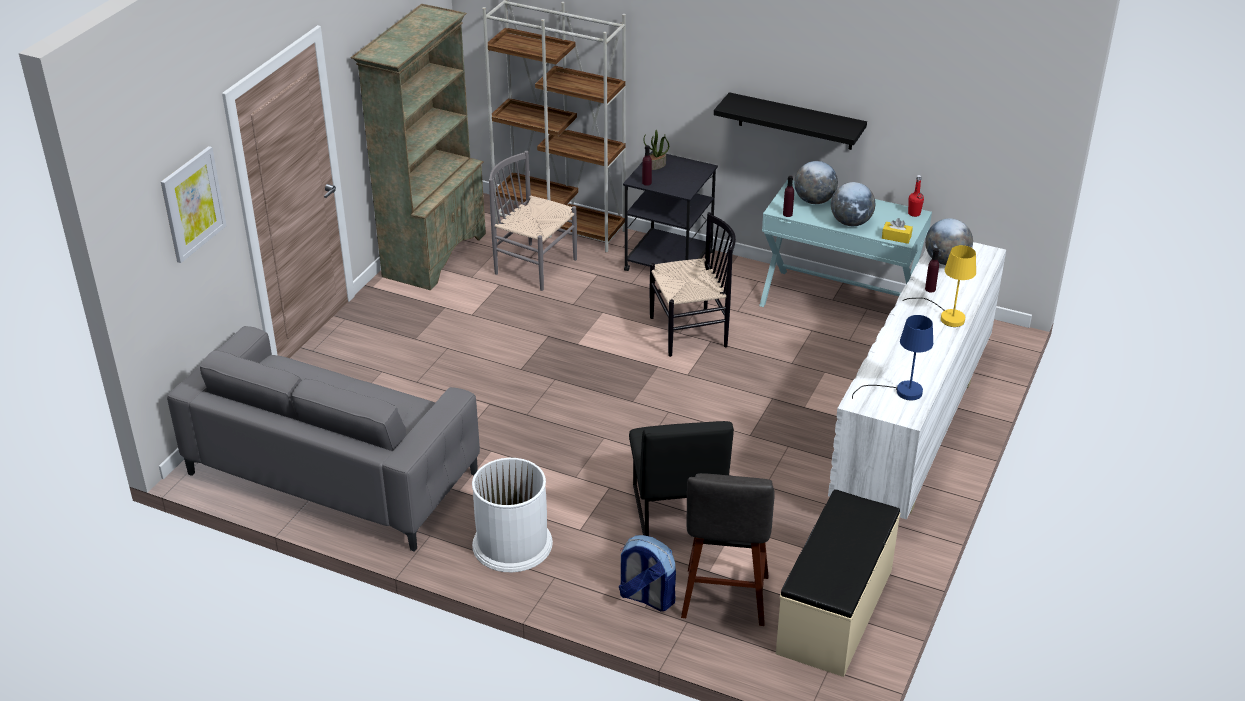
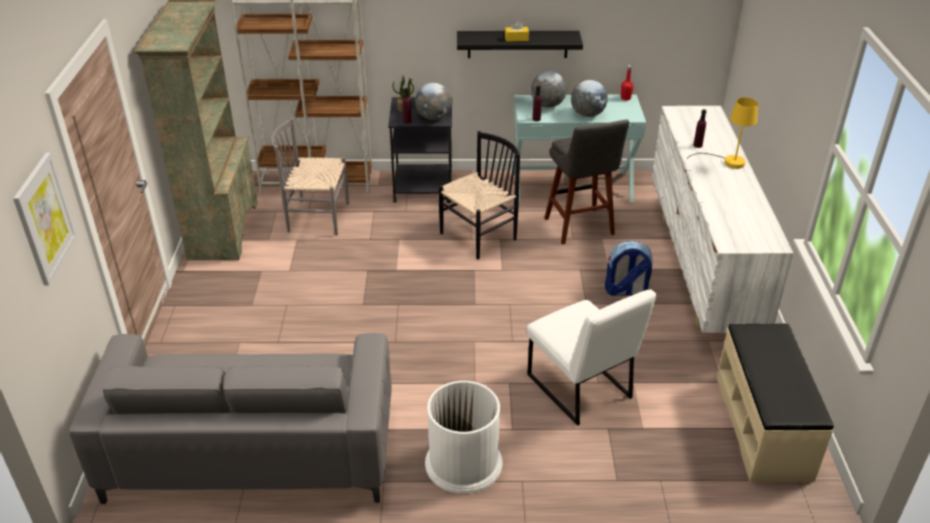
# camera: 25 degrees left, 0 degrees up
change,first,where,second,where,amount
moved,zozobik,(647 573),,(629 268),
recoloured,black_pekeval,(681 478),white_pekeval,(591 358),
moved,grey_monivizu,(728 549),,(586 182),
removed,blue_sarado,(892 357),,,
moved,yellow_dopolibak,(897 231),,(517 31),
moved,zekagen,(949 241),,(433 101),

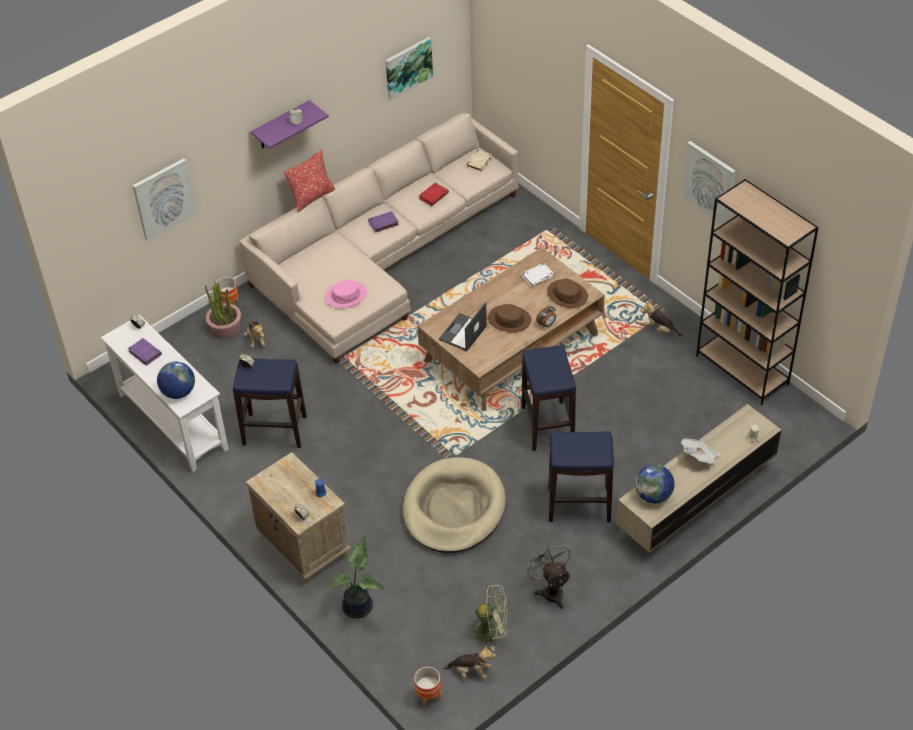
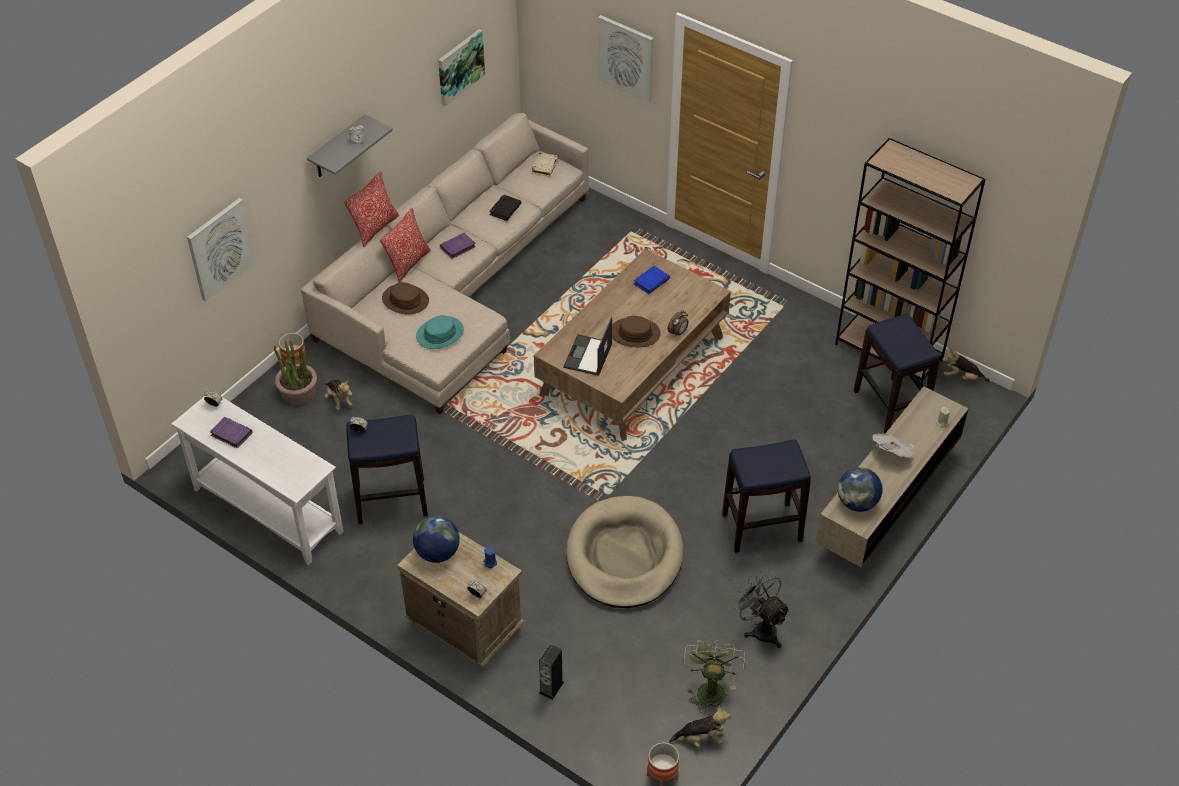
# camera: 15 degrees left, 0 degrees up
change,first,where,second,where,amount
moved,zekagen,(176 380),,(436 539),
recoloured,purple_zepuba,(290 124),grey_zepuba,(350 145),
recoloured,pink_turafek,(346 294),turquoise_turafek,(440 332),
replaced,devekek,(356 576),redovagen,(551 672),
recoloured,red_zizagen,(434 194),black_zizagen,(505 207),
turned,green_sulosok,(487 617),,(714 676),75 degrees counterclockwise
moved,monivizu,(548 398),,(897 374),
recoloured,white_zizagen,(538 275),blue_zizagen,(652 280),
moved,brown_turafek,(567 293),,(405 298),
moved,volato,(661 318),,(966 364),
moved,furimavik,(709 183),,(626 59),
added,,,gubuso,(405 245),

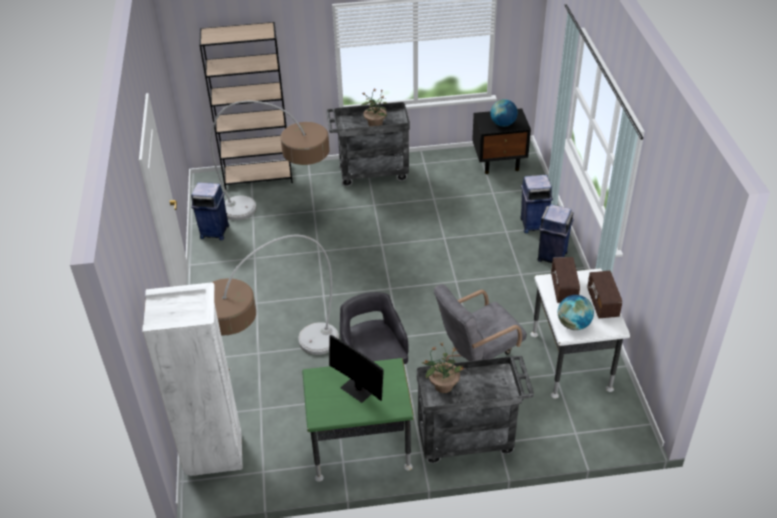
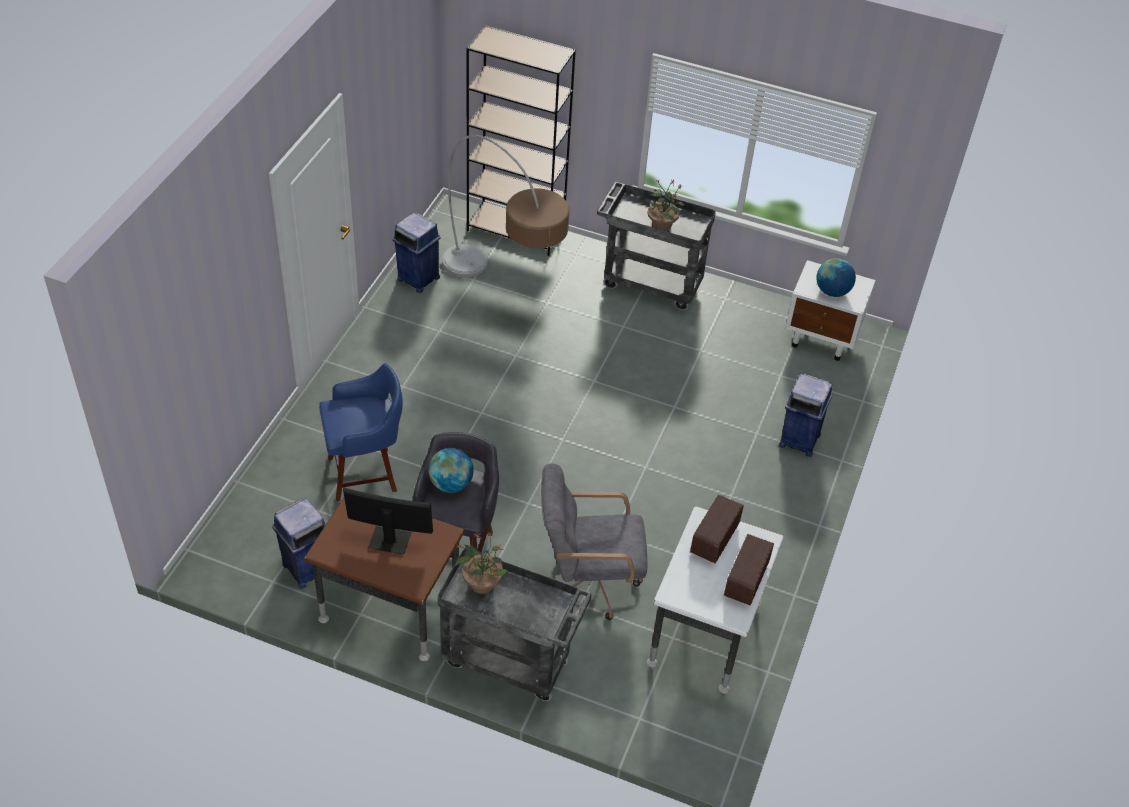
# camera: 25 degrees right, 5 degrees up
change,first,where,second,where,amount
removed,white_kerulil,(192 379),,,
replaced,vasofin,(275 295),blue_monivizu,(361 432),
recoloured,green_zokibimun,(358 420),brown_zokibimun,(384 579),
turned,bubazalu,(356 369),,(388 520),120 degrees clockwise
recoloured,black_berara,(501 141),white_berara,(830 310),
moved,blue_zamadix,(555 233),,(298 543),
moved,zekagen,(576 312),,(451 470),

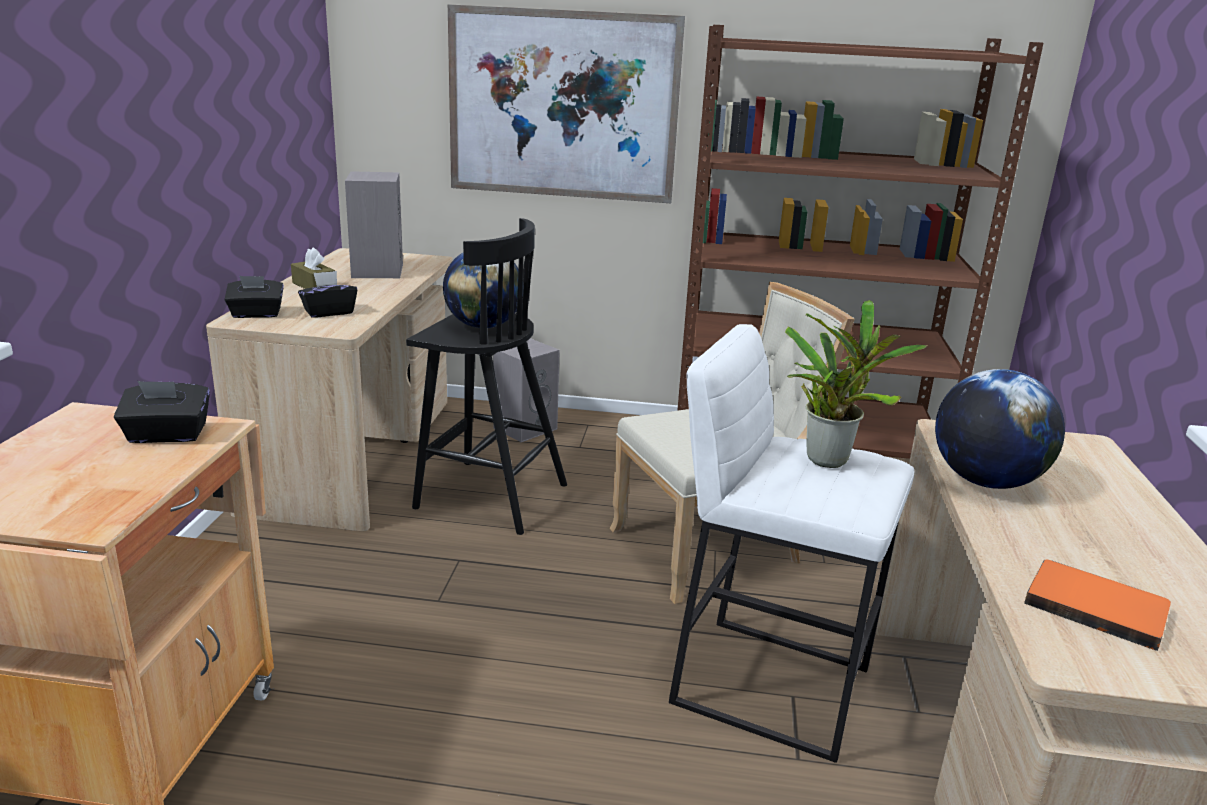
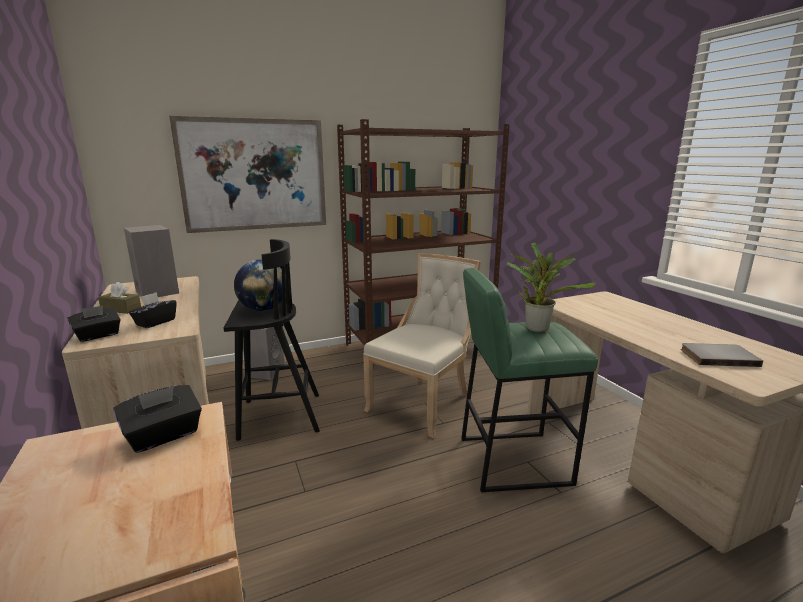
# camera: 30 degrees left, 5 degrees down
change,first,where,second,where,amount
recoloured,white_monivizu,(791 543),green_monivizu,(529 380),
removed,zekagen,(1000 429),,,
recoloured,orange_zizagen,(1097 605),grey_zizagen,(722 355),

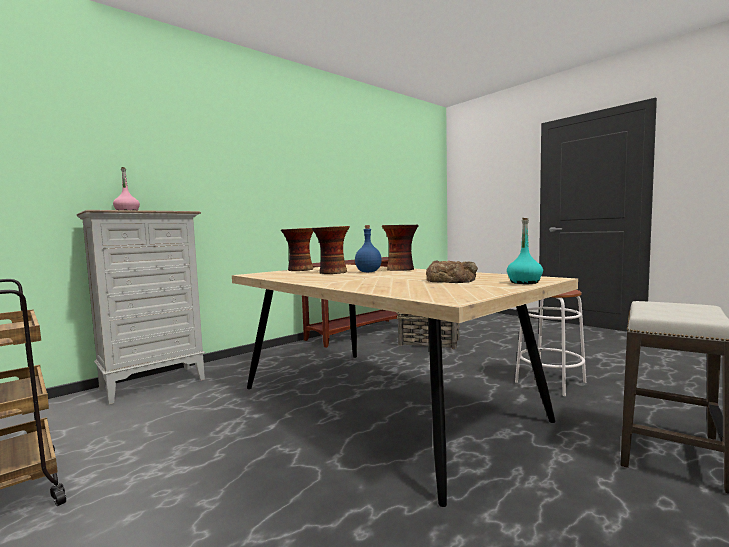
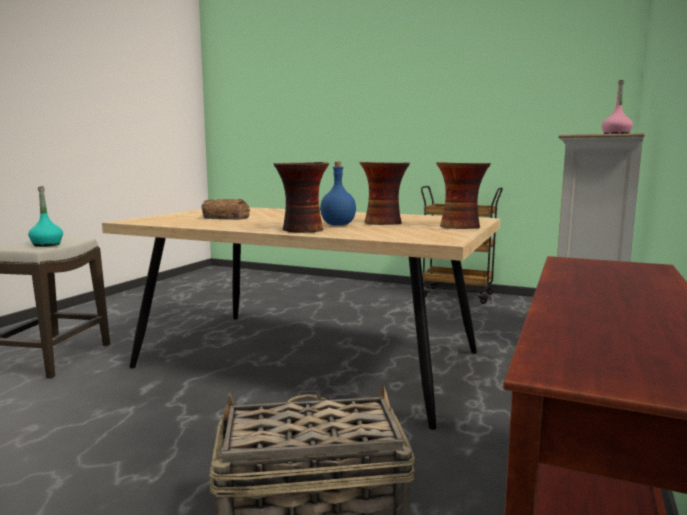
# camera: 155 degrees right, 5 degrees up
change,first,where,second,where,amount
moved,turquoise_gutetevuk,(525 251),,(45 216),
removed,white_monivizu,(550 343),,,

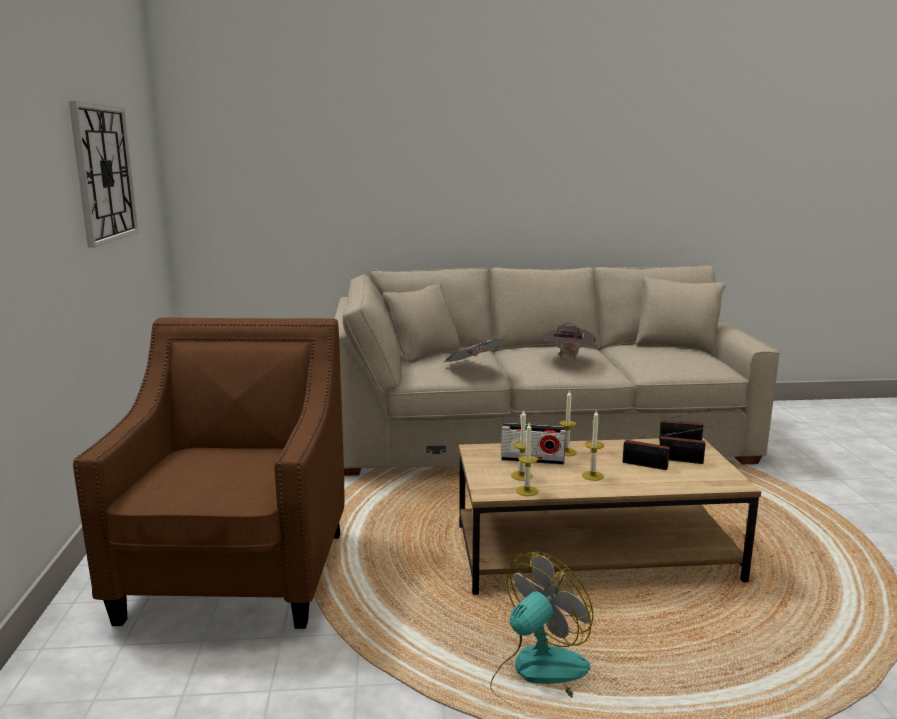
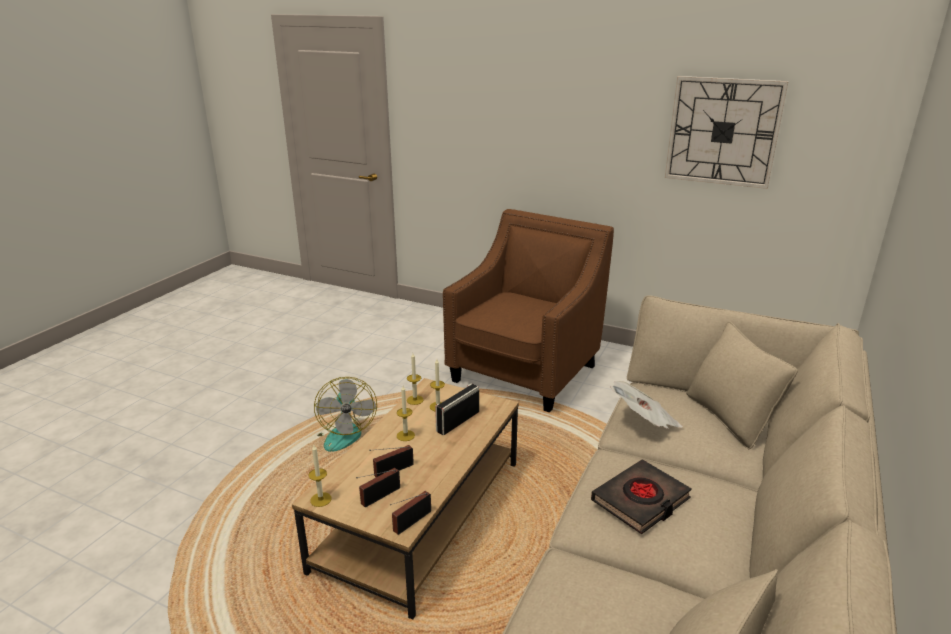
# camera: 120 degrees right, 10 degrees up
change,first,where,second,where,amount
turned,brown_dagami,(208 473),,(528 311),90 degrees counterclockwise
replaced,brown_turafek,(568 341),black_zizagen,(641 496),
moved,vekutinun,(568 423),,(320 476),

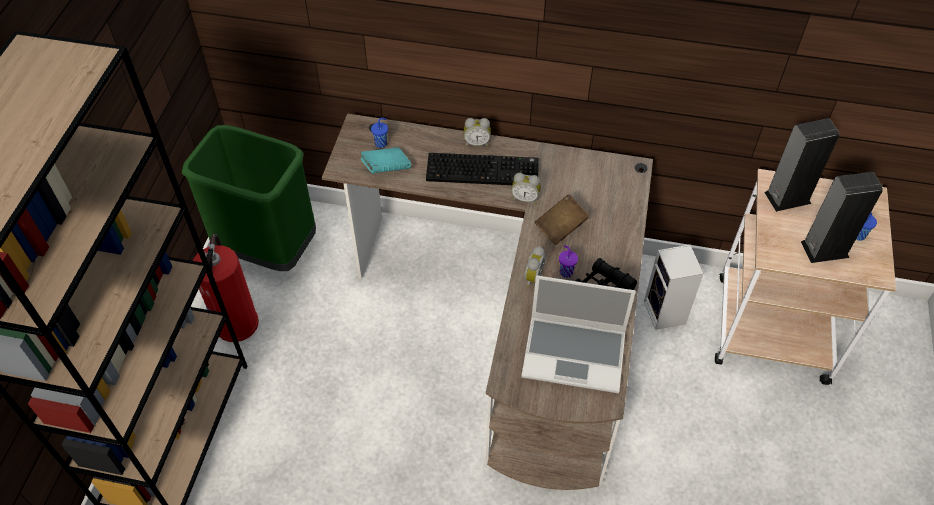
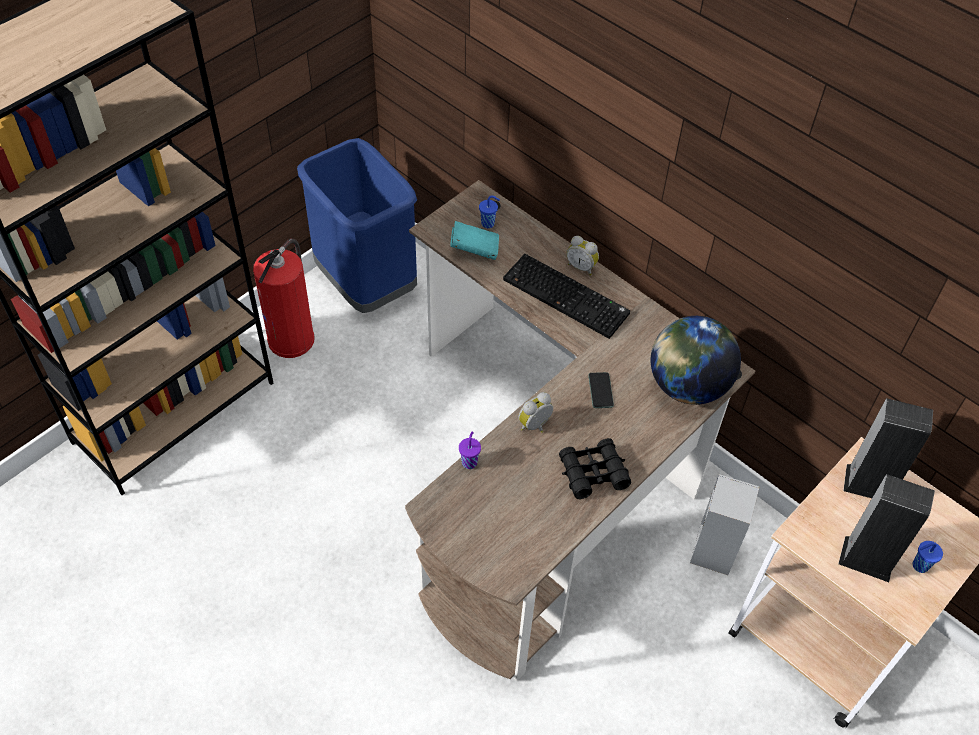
# camera: 30 degrees right, 0 degrees up
change,first,where,second,where,amount
recoloured,green_zamadix,(249 198),blue_zamadix,(357 225),
removed,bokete,(526 188),,,
removed,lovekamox,(578 334),,,
replaced,brown_zizagen,(562 219),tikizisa,(601 390),
moved,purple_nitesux,(568 261),,(470 450),
added,,,zekagen,(696 360),

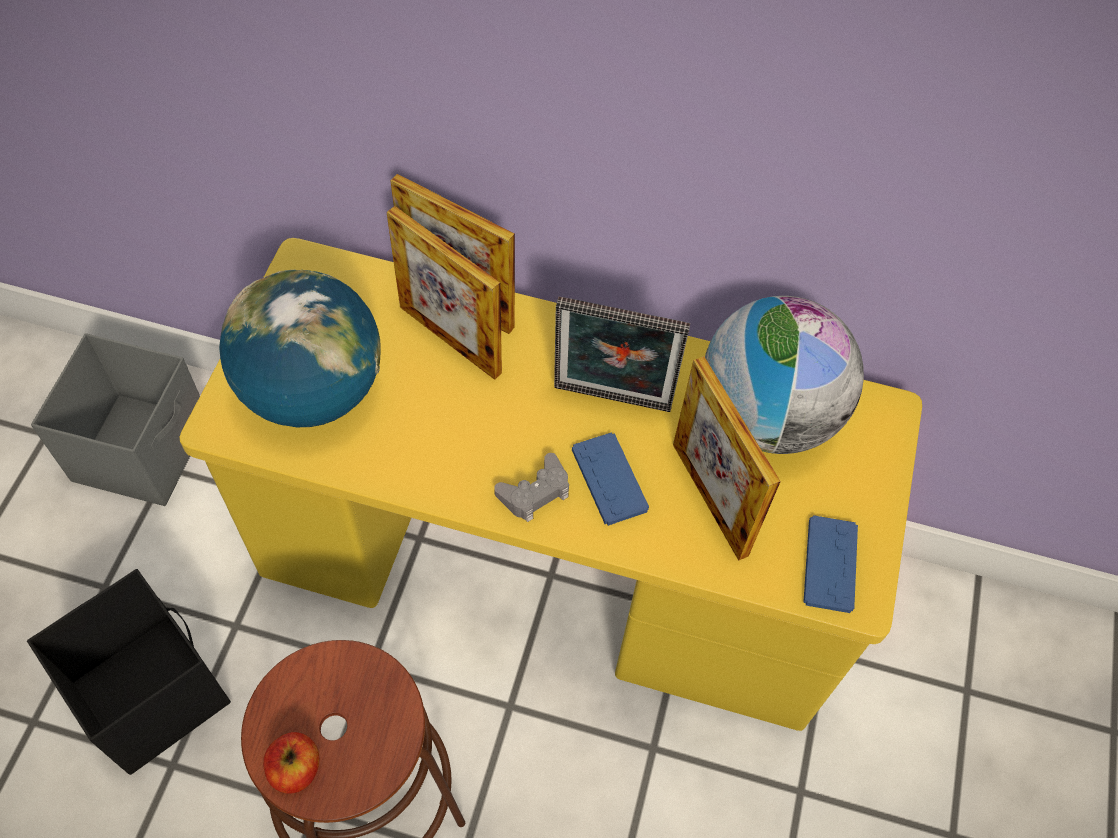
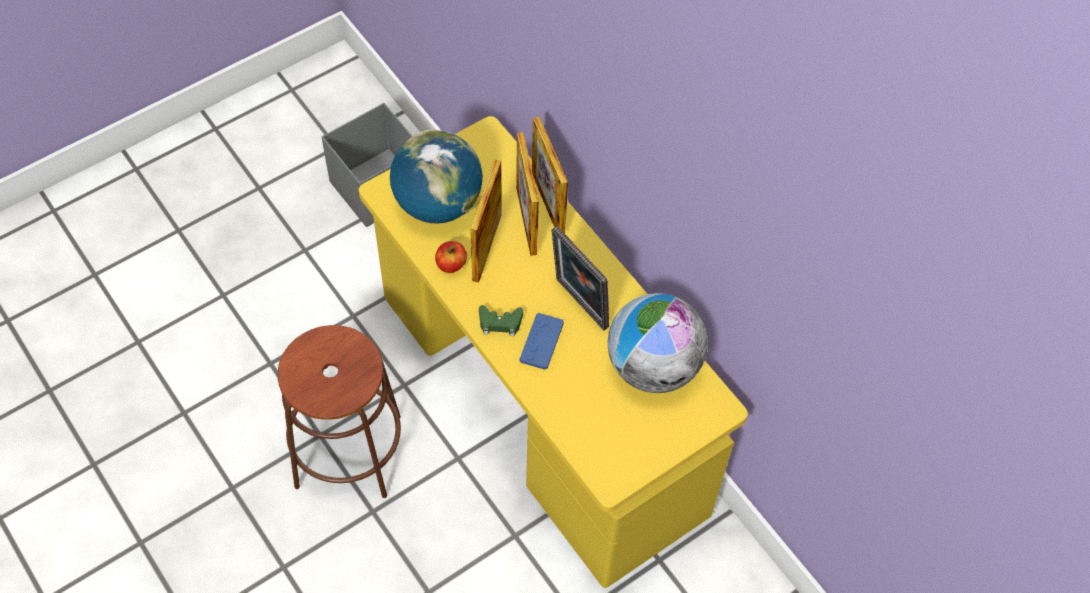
# camera: 40 degrees right, 0 degrees up
change,first,where,second,where,amount
removed,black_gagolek,(129 672),,,
moved,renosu,(291 763),,(451 257),
recoloured,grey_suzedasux,(531 487),green_suzedasux,(501 320),
moved,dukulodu,(727 458),,(486 221),
removed,blue_suzedasux,(830 564),,,

